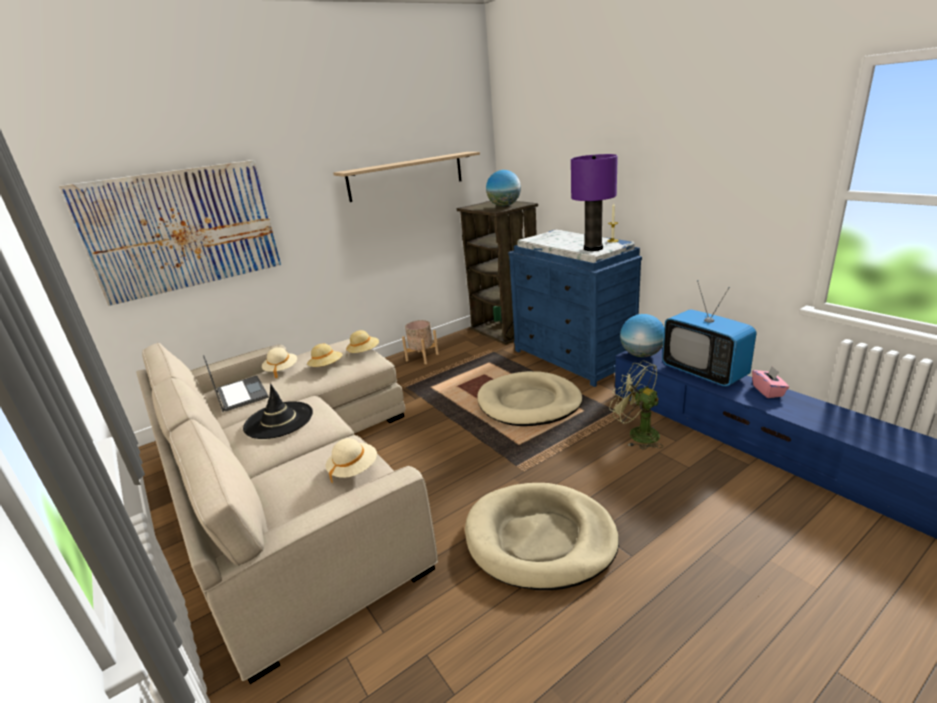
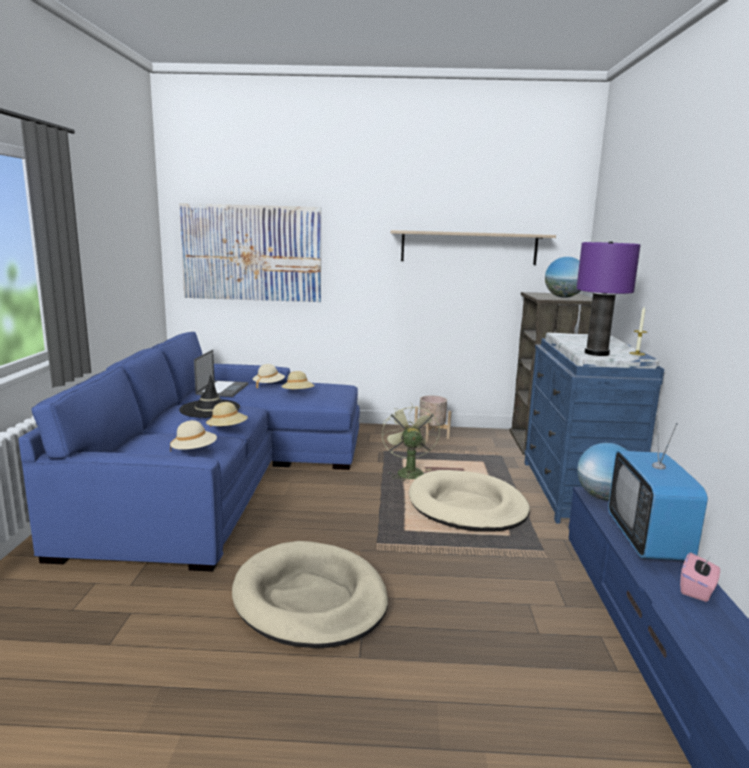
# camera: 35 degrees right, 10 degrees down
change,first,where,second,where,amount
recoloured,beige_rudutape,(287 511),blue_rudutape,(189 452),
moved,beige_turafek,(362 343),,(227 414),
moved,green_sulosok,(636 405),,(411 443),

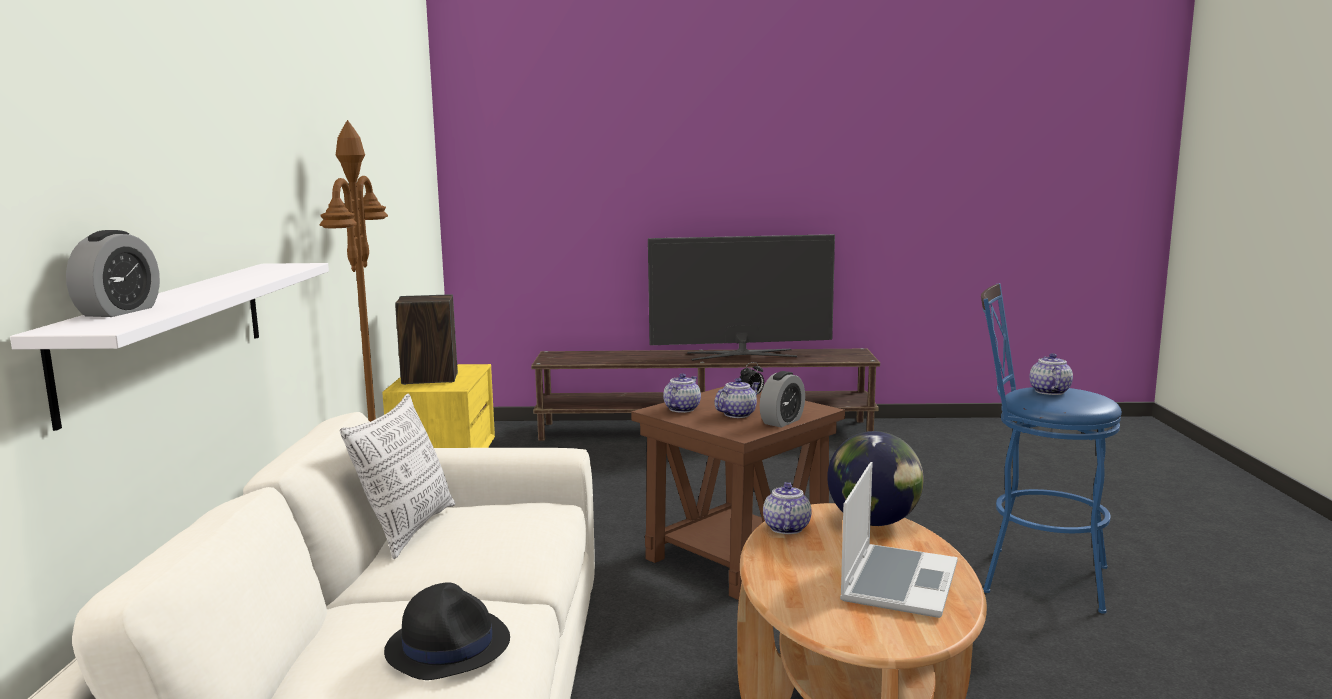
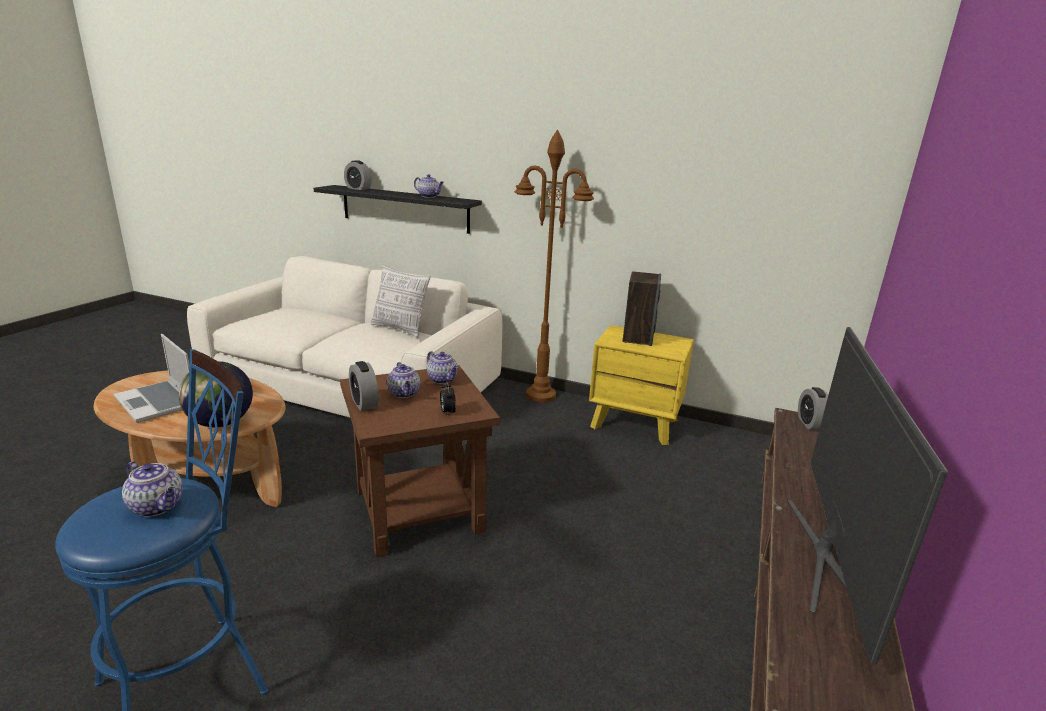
# camera: 110 degrees right, 10 degrees up
change,first,where,second,where,amount
recoloured,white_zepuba,(169 347),black_zepuba,(398 209),
removed,black_turafek,(447 631),,,
moved,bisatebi,(787 508),,(429 186),
added,,,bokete,(813 408),

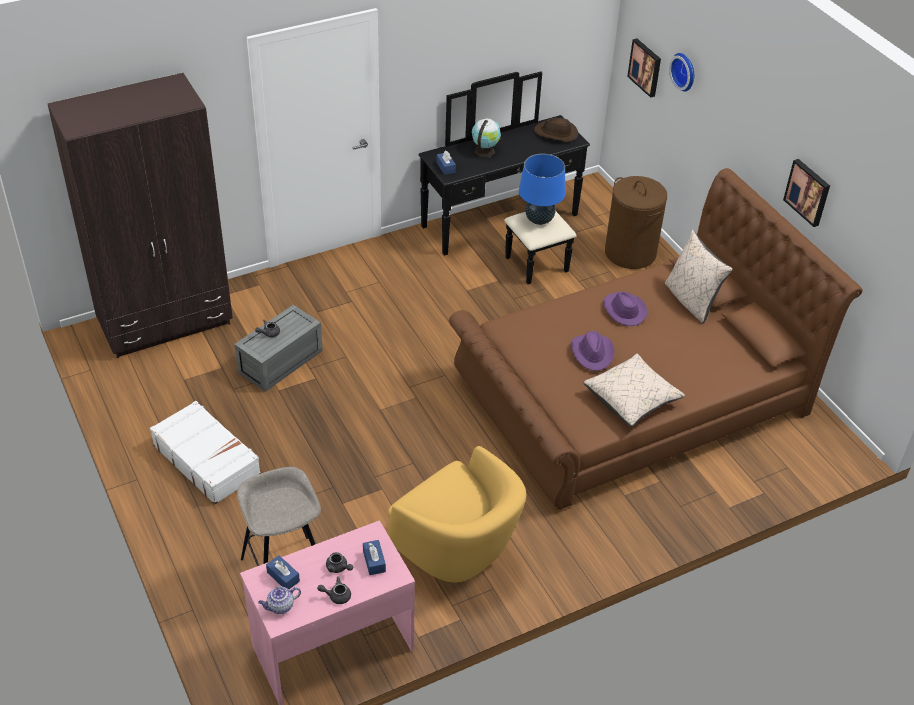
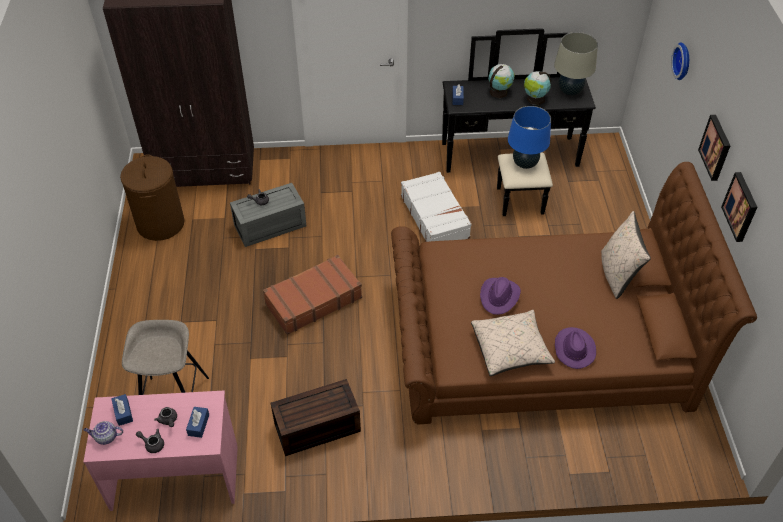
# camera: 25 degrees right, 5 degrees up
change,first,where,second,where,amount
moved,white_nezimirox,(205 453),,(436 207),
replaced,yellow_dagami,(457 514),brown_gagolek,(316 417),
replaced,brown_turafek,(556 130),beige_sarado,(576 63),
moved,purple_turafek,(626 308),,(575 348),
moved,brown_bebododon,(636 222),,(152 197),
moved,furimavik,(644 68),,(714 148),
added,,,brown_nezimirox,(312 295),
added,,,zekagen,(537 88),

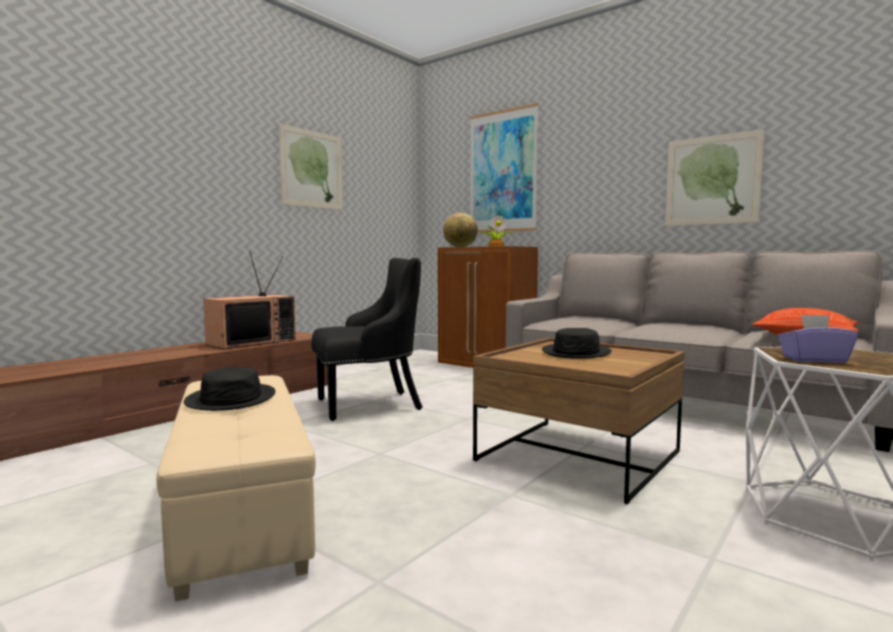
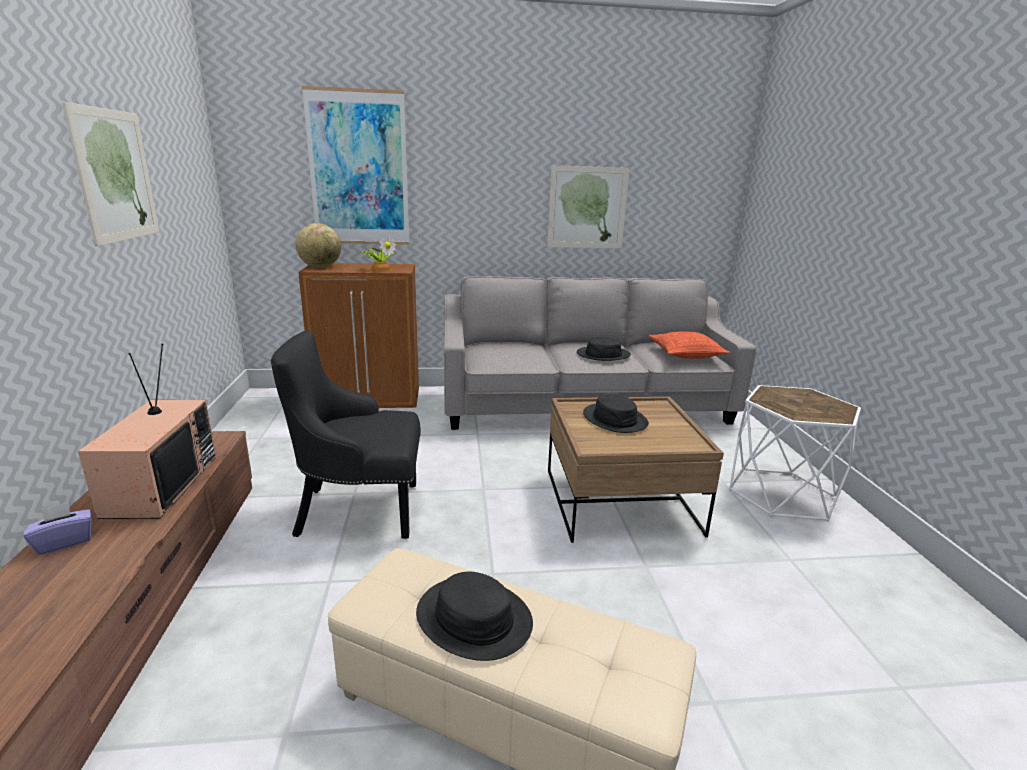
# camera: 45 degrees left, 15 degrees up
change,first,where,second,where,amount
turned,black_dagami,(367 339),,(345 434),120 degrees counterclockwise
moved,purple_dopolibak,(818 339),,(57 528),
added,,,black_turafek,(604 349),

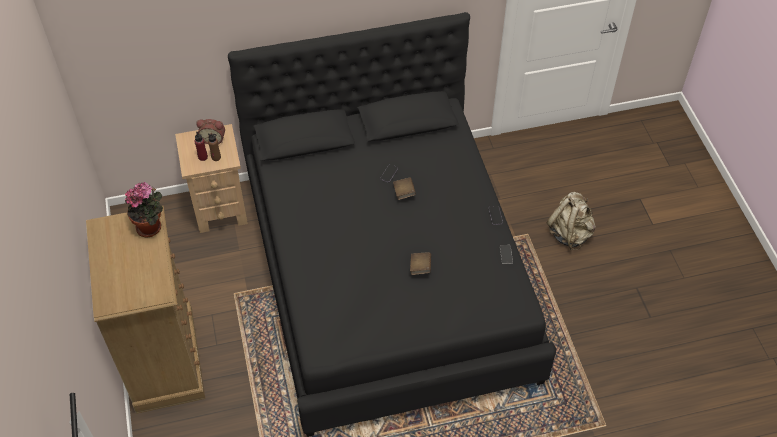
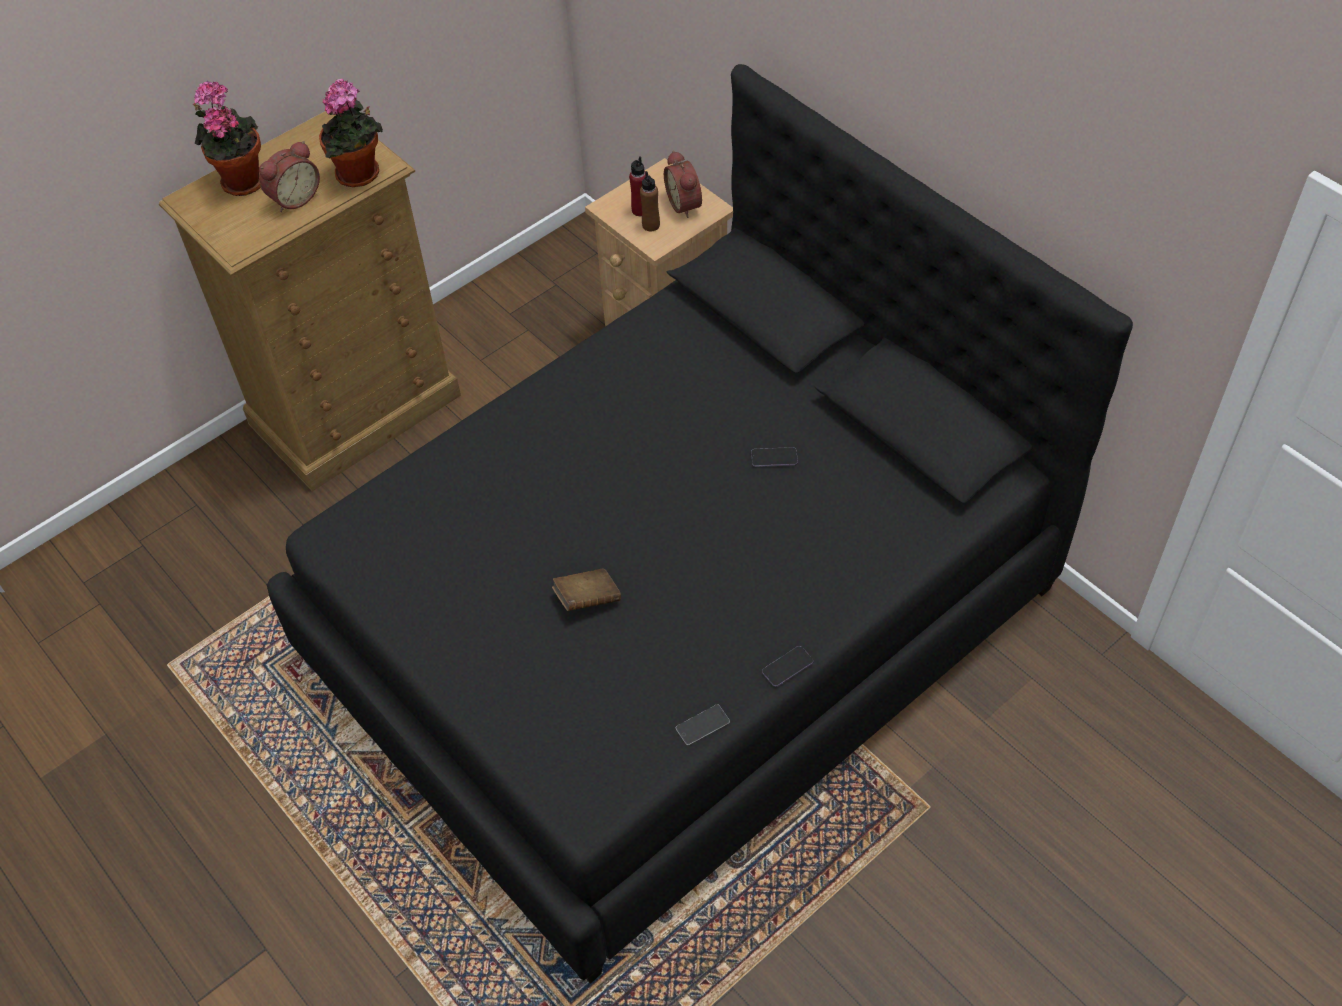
# camera: 65 degrees right, 0 degrees up
change,first,where,second,where,amount
removed,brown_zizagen,(404 188),,,
removed,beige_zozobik,(571 221),,,
added,,,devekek,(227 138),
added,,,bokete,(289 176),

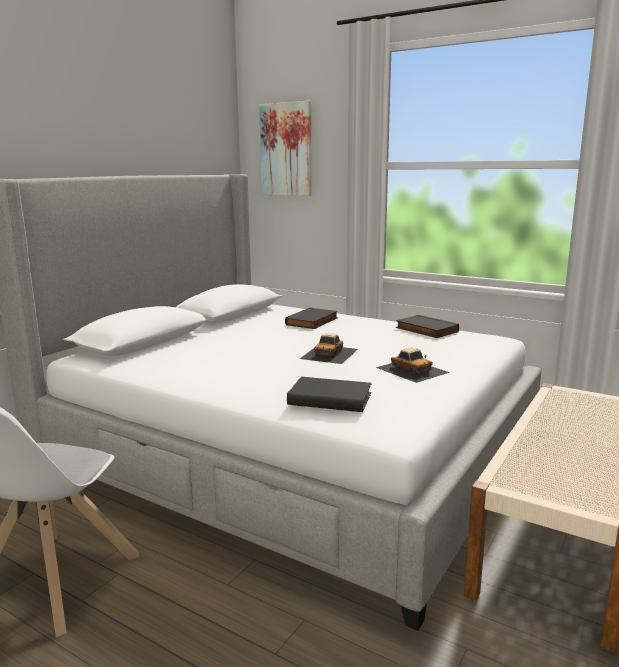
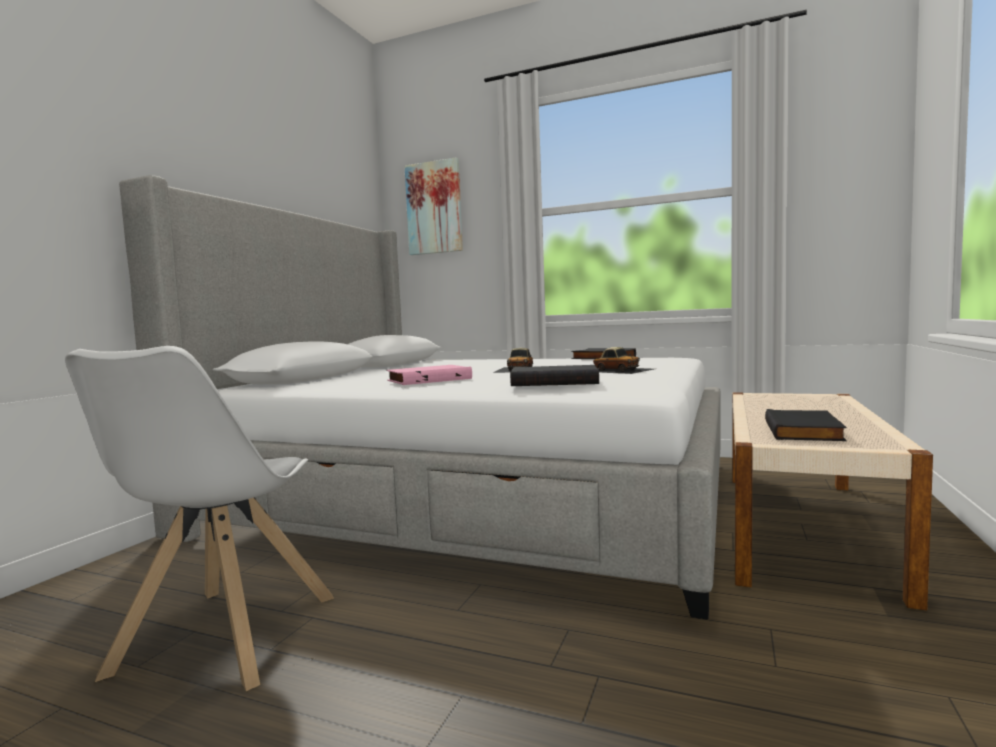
# camera: 10 degrees left, 10 degrees down
change,first,where,second,where,amount
moved,black_zizagen,(311 318),,(805 425),
added,,,pink_zizagen,(429 375),

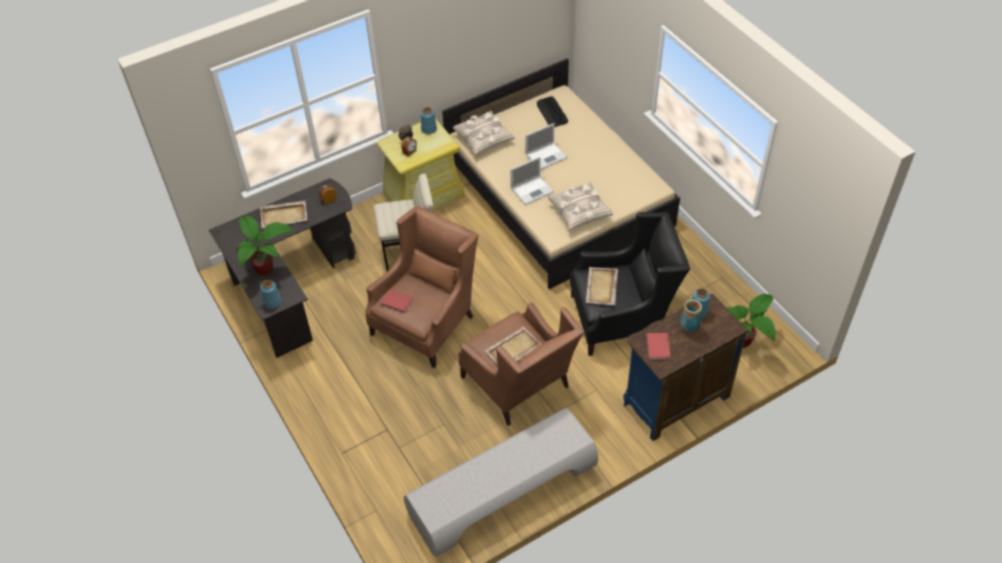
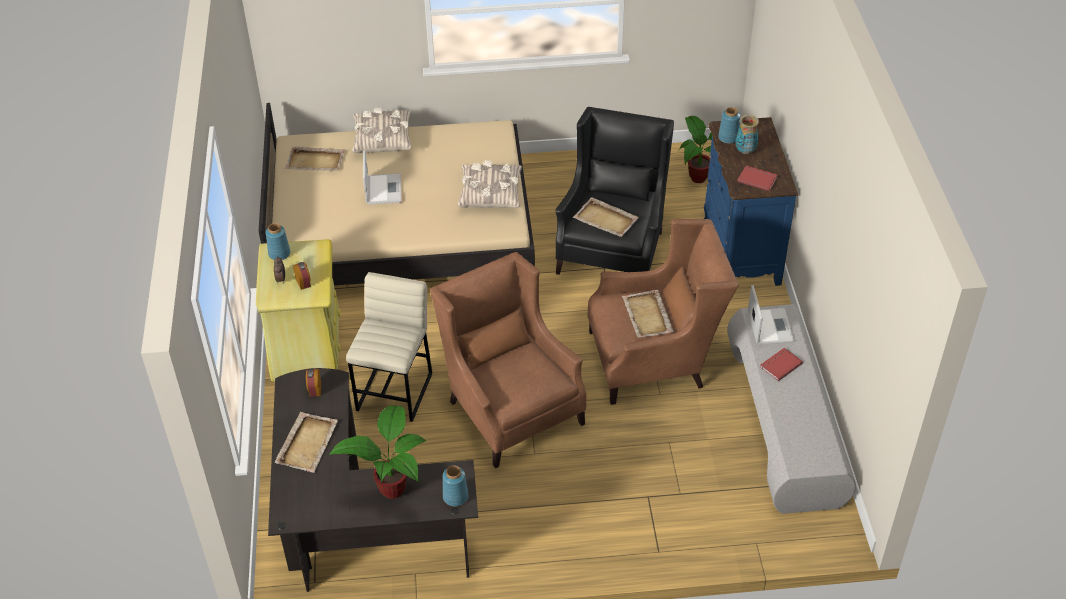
# camera: 65 degrees left, 5 degrees down
change,first,where,second,where,amount
moved,red_zizagen,(397 301),,(781 364),
moved,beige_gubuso,(484 133),,(382 130),
moved,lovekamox,(532 181),,(771 315),
replaced,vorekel,(552 111),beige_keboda,(315 159),

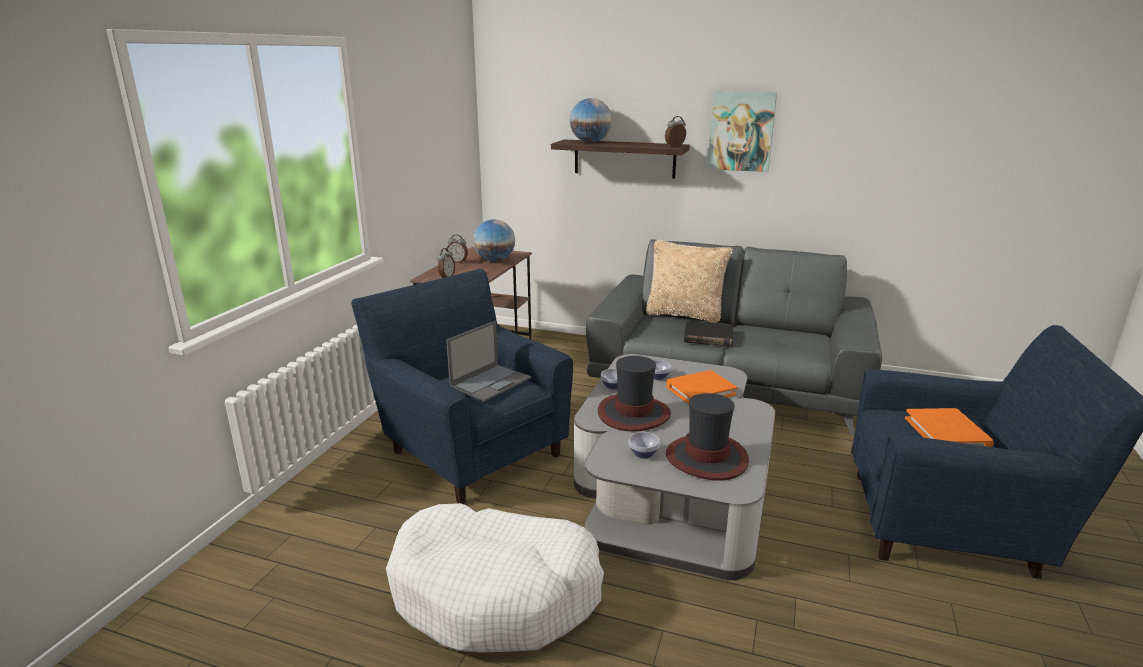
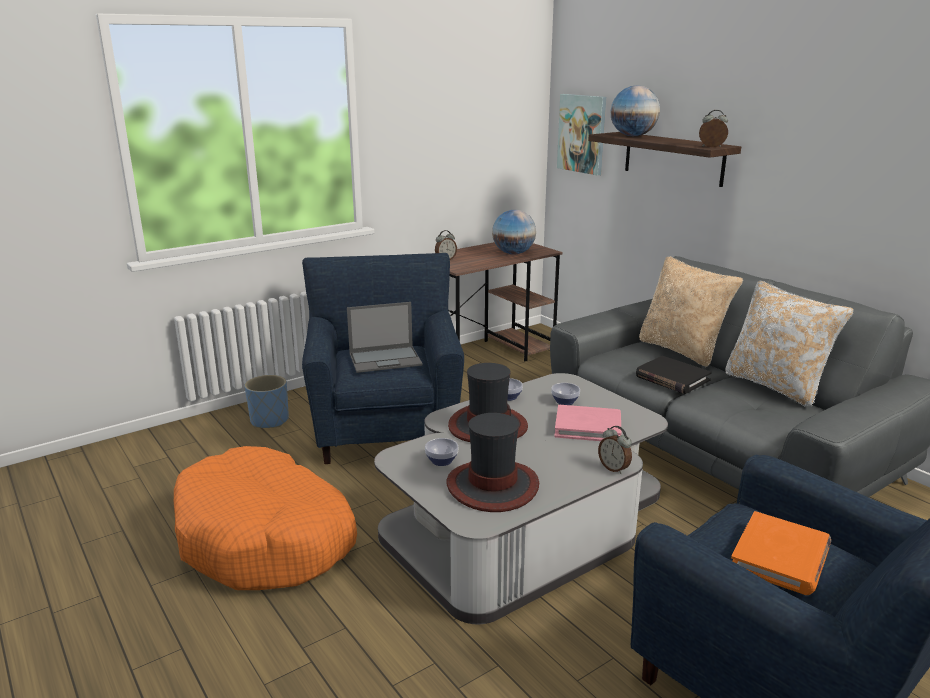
# camera: 35 degrees right, 0 degrees up
change,first,where,second,where,amount
recoloured,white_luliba,(495 578),orange_luliba,(265 518),
moved,bokete,(457 249),,(615 450),
recoloured,orange_zizagen,(701 387),pink_zizagen,(587 423),
moved,furimavik,(742 132),,(581 135),
added,,,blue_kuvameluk,(267 401),
added,,,white_gubuso,(789 343),

